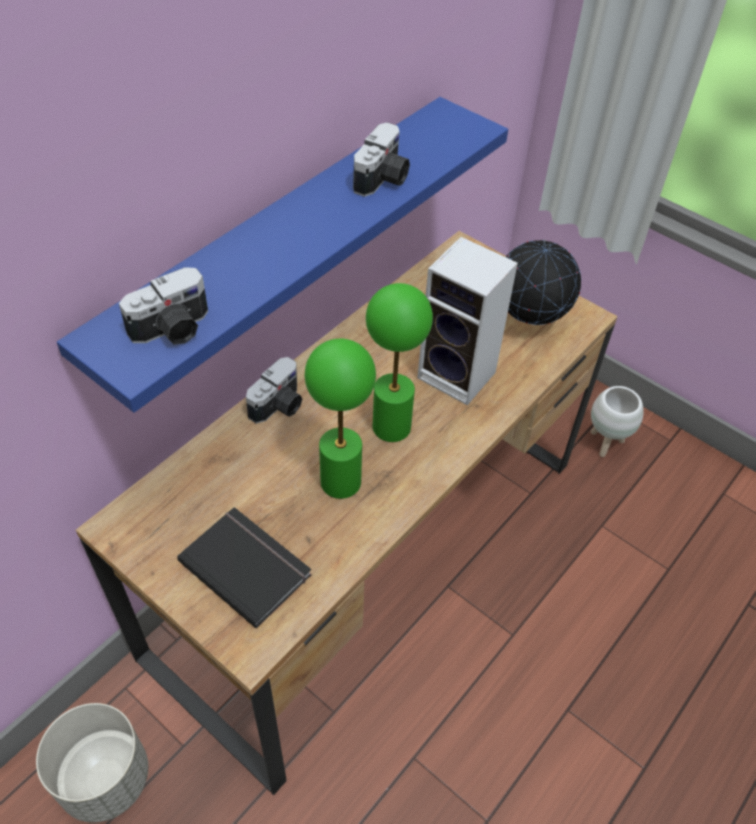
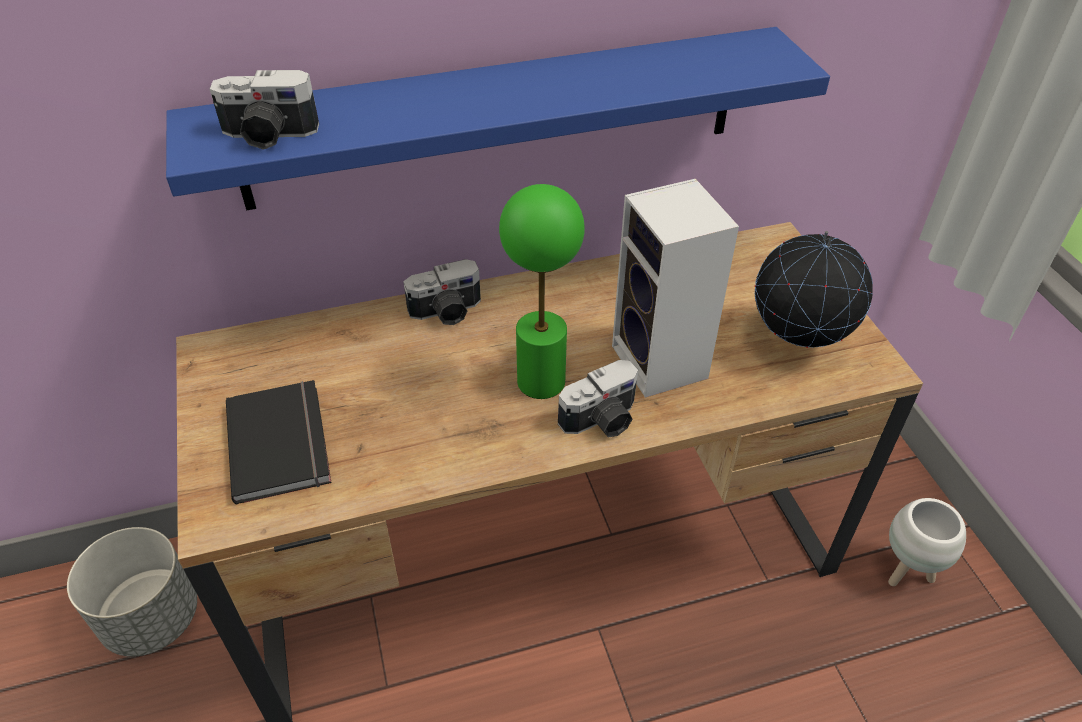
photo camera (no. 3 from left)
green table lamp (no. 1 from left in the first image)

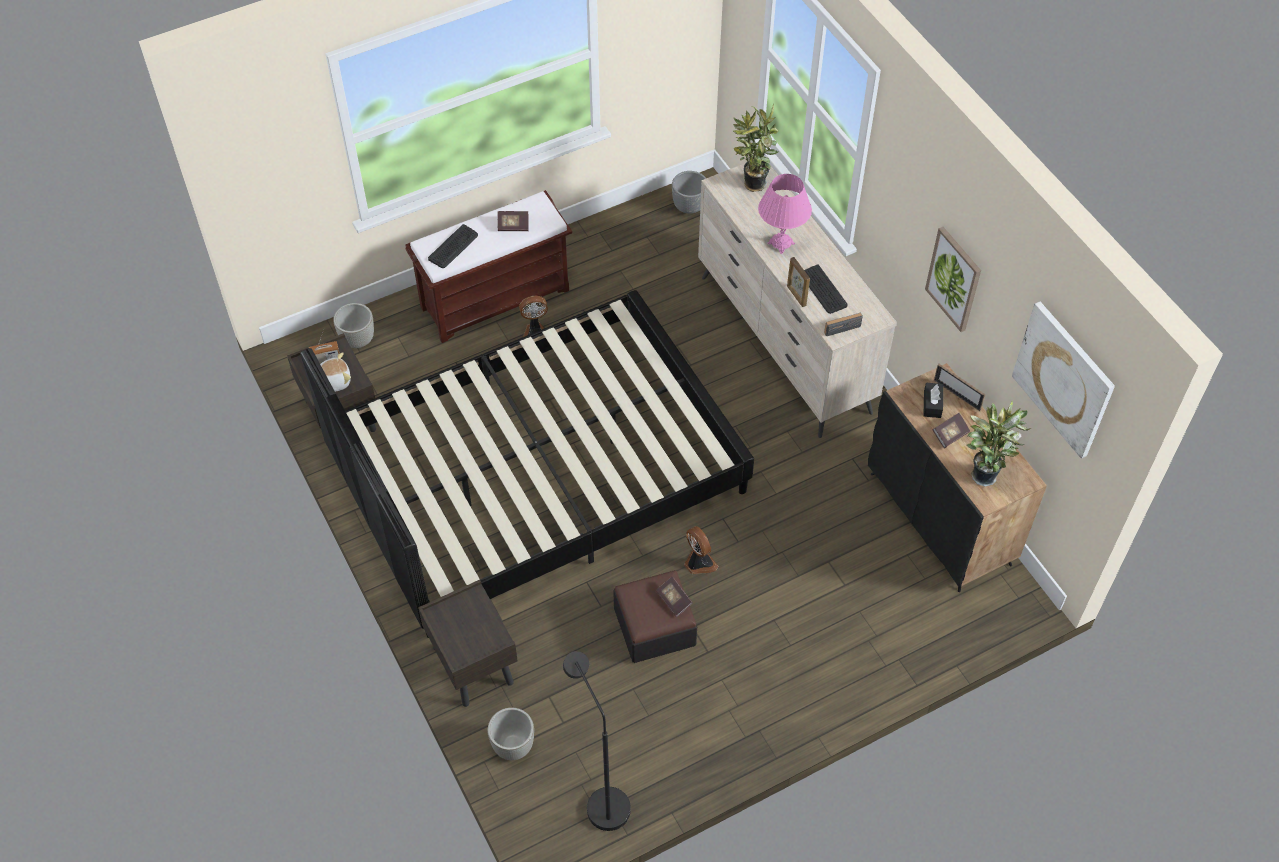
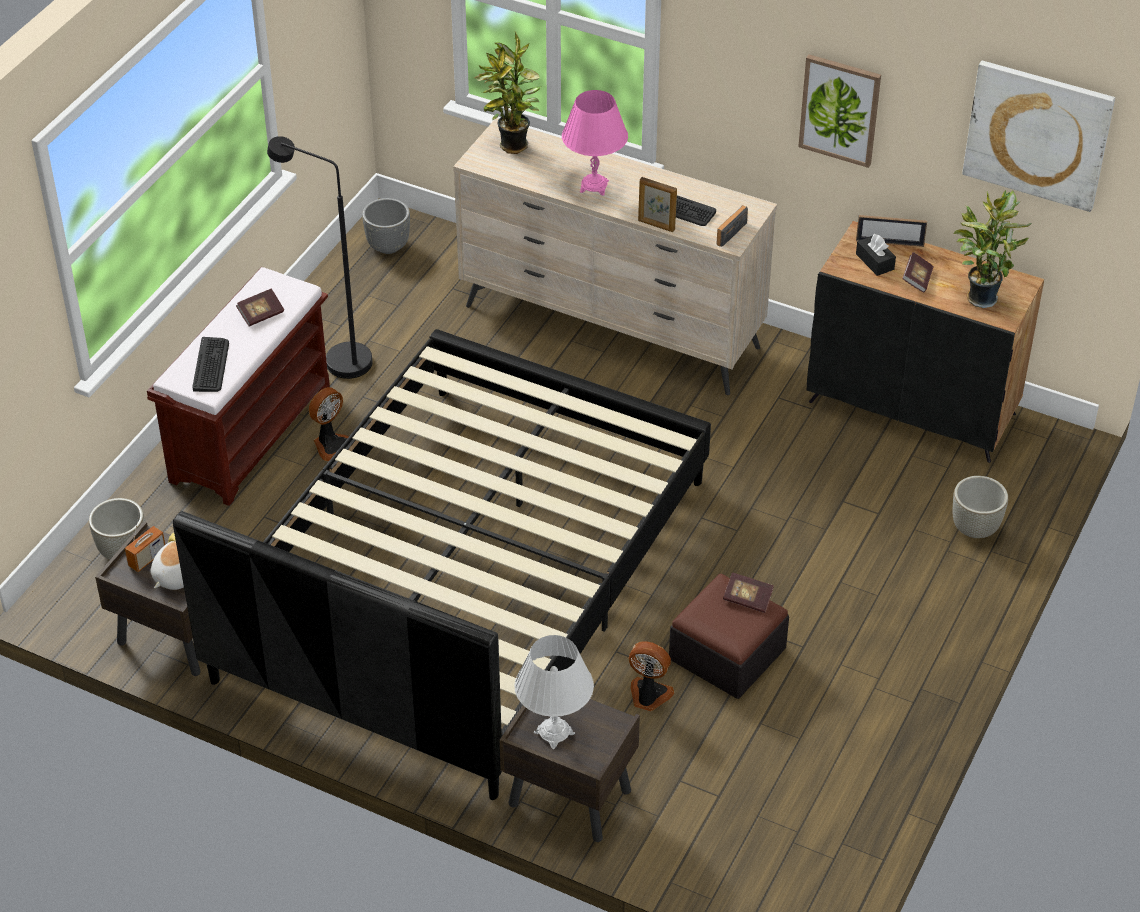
fan (no. 2 from left)
black floor lamp
grey planter (no. 3 from left)
white table lamp

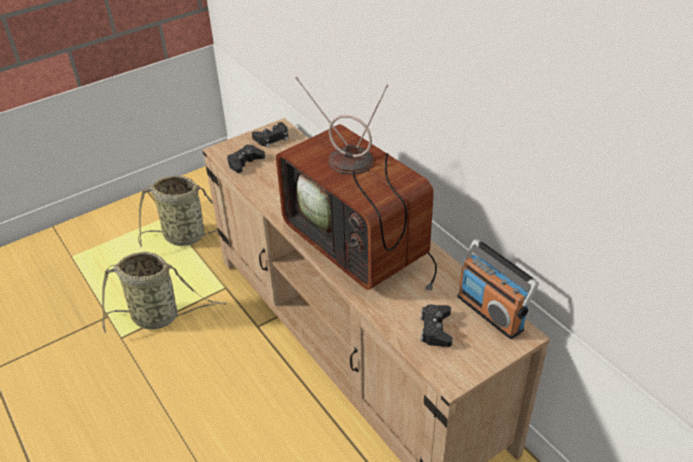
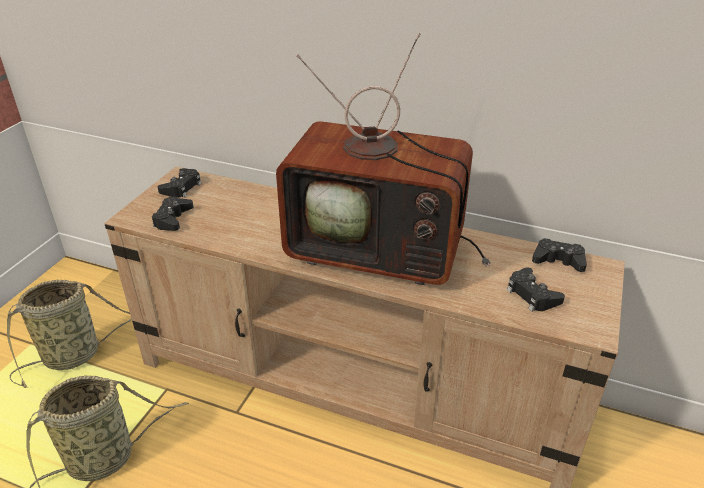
black game controller (no. 4 from left)

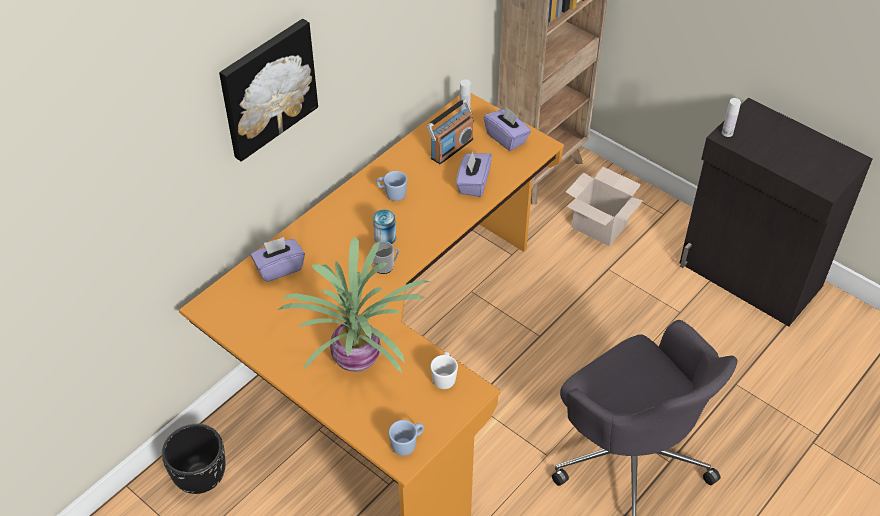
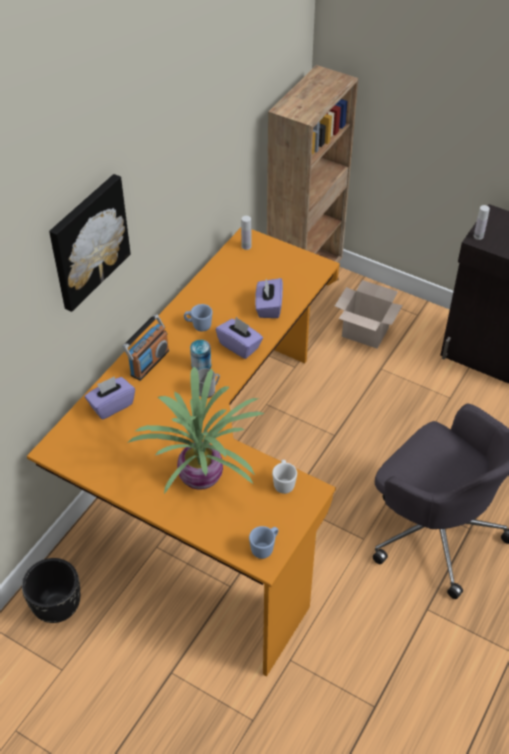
radio
purple tissue box (no. 2 from left)

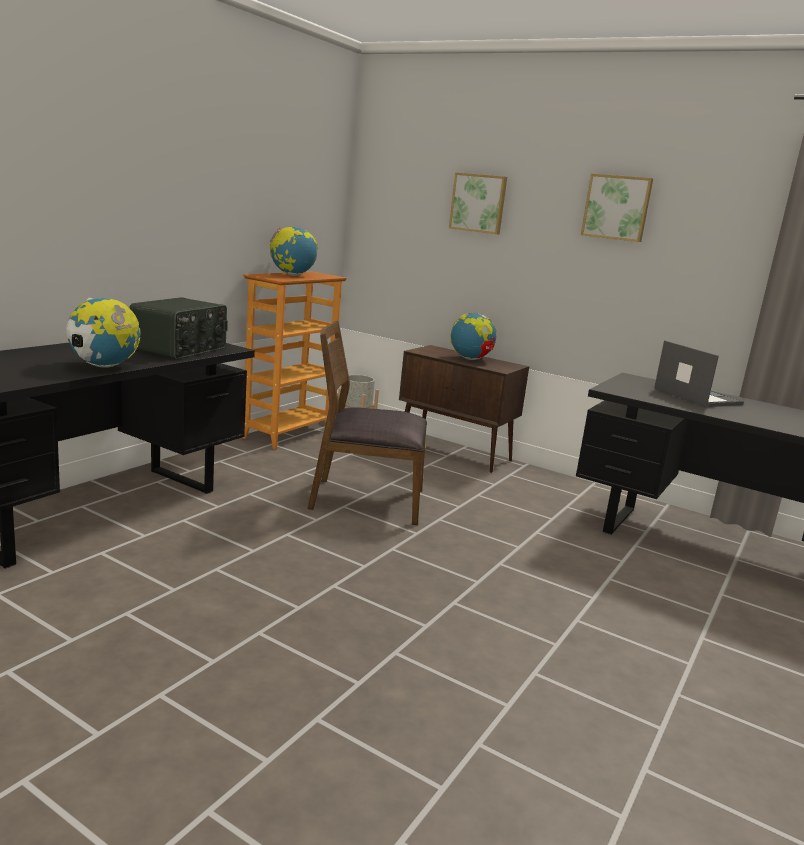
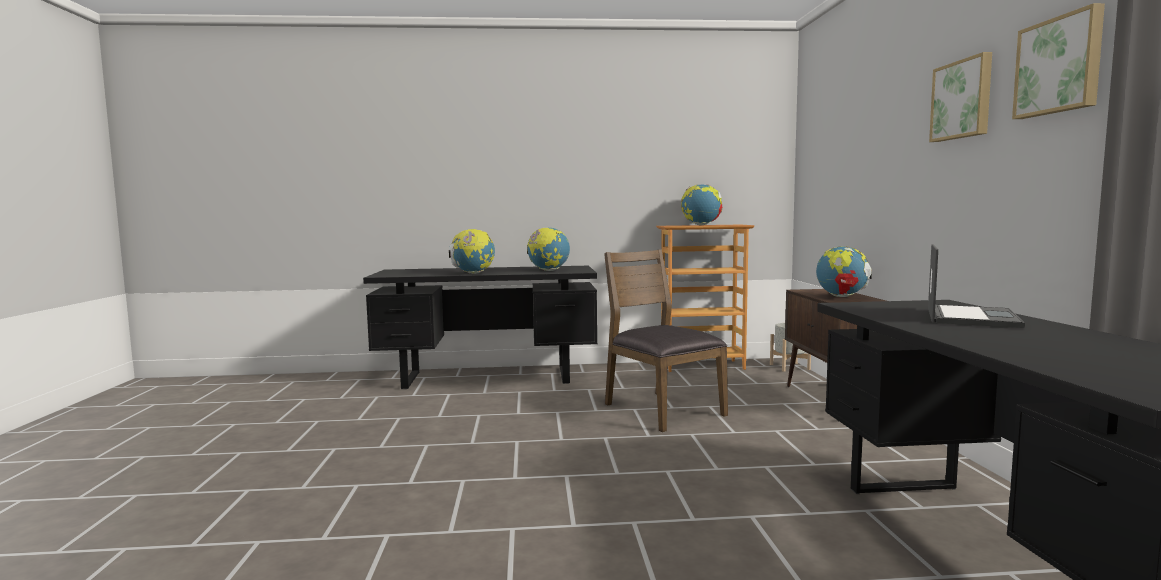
picture (no. 2 from left)
globe (no. 2 from left)

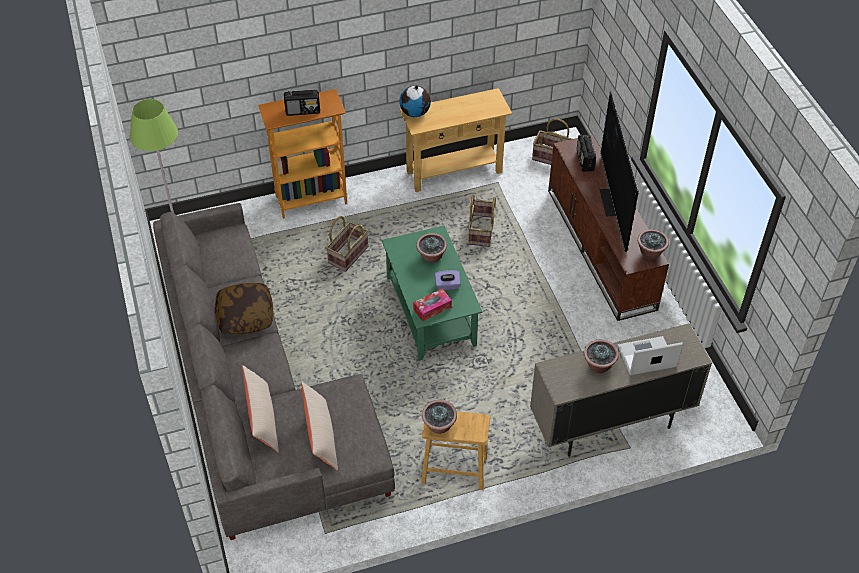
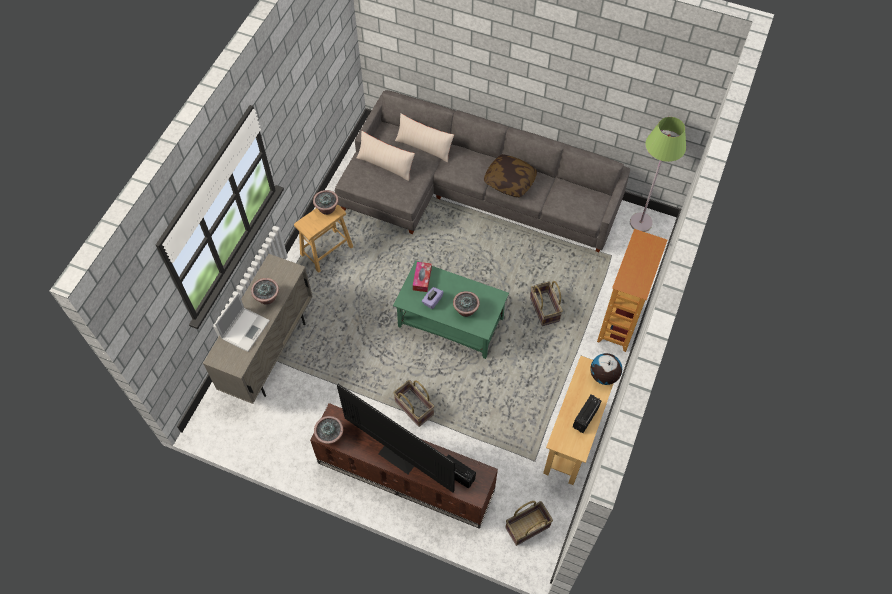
radio (no. 2 from left)
basket (no. 1 from left)

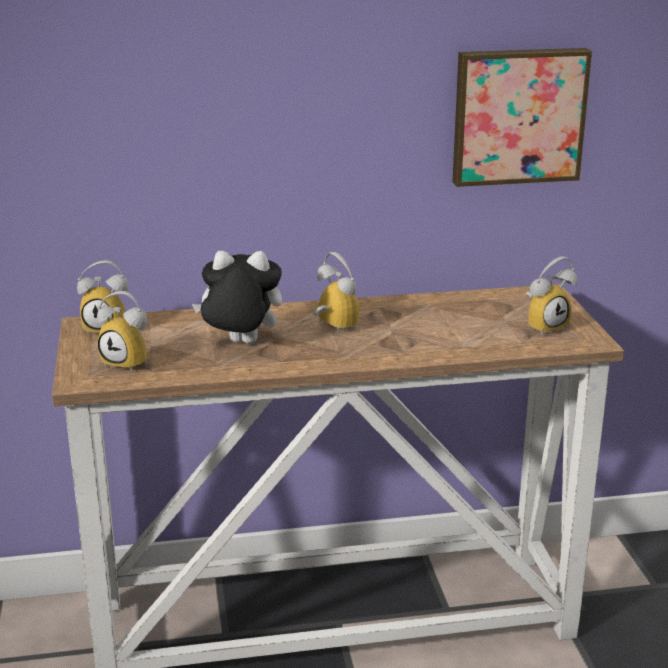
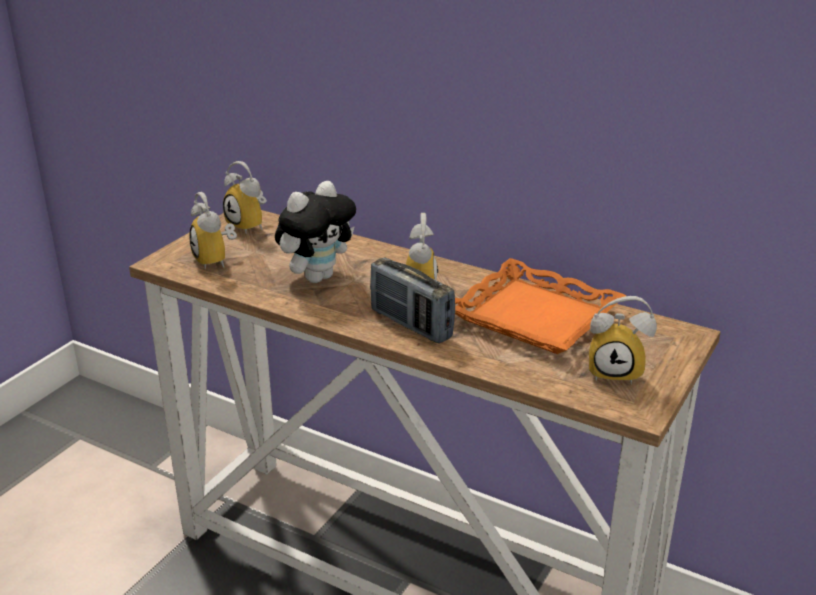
picture
plush toy
radio
orange tray

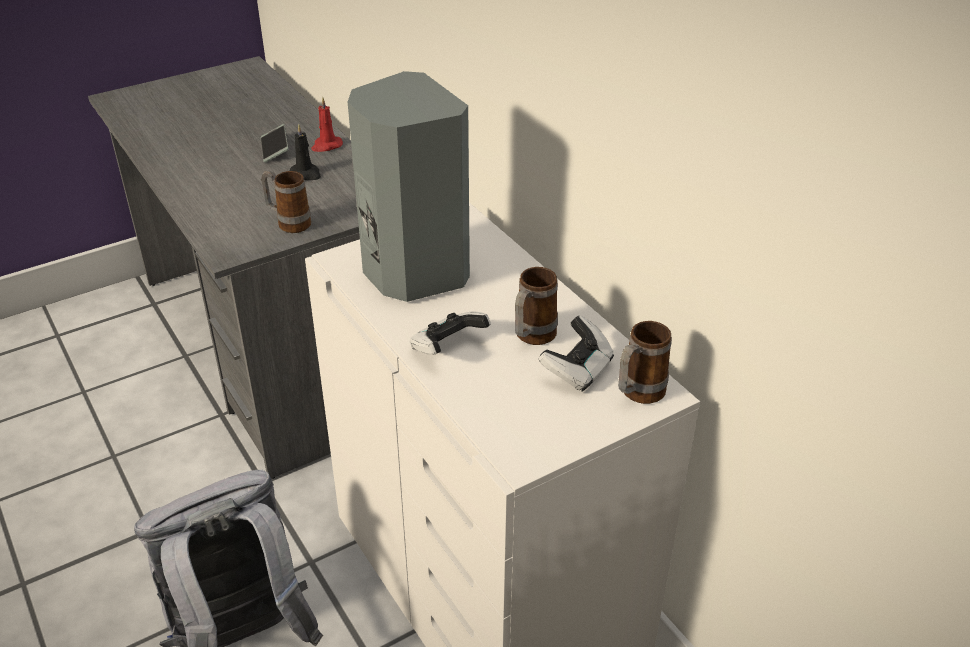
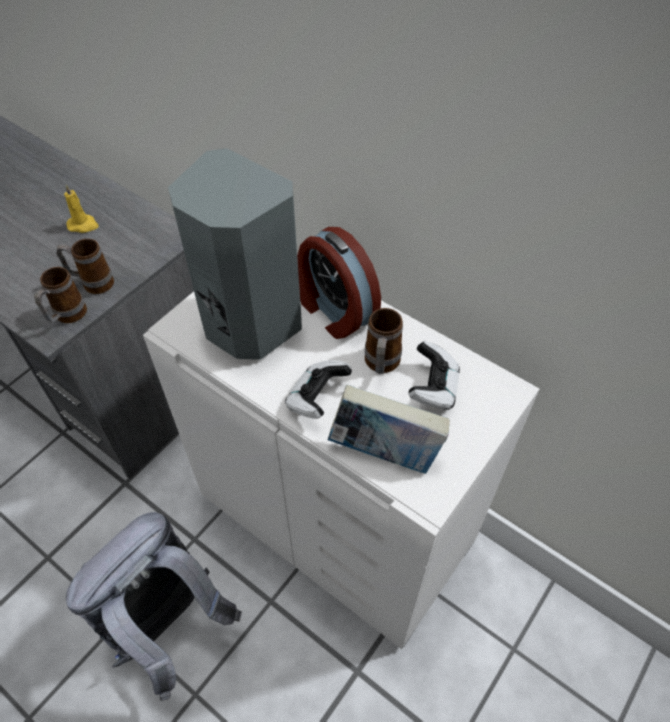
red candle
phone
yellow candle
mug (no. 1 from left)
alarm clock
book

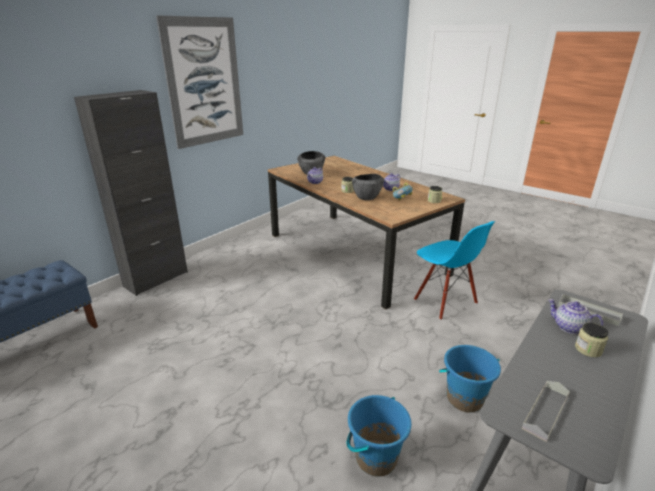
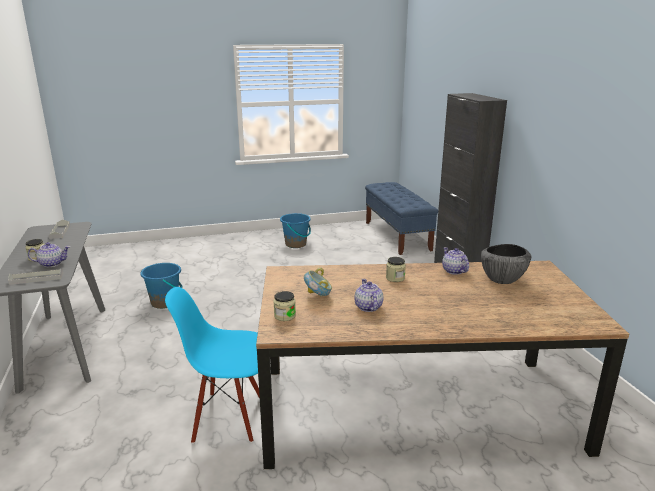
picture
bowl (no. 2 from left in the first image)
blue bucket (no. 2 from left)

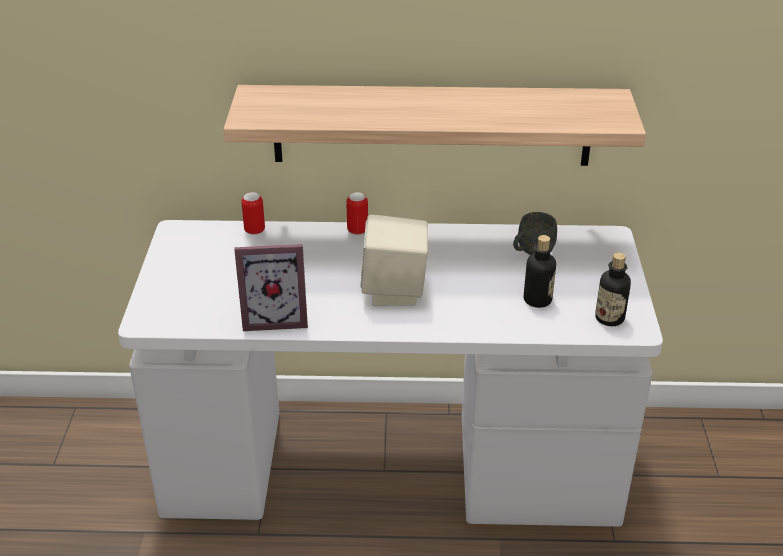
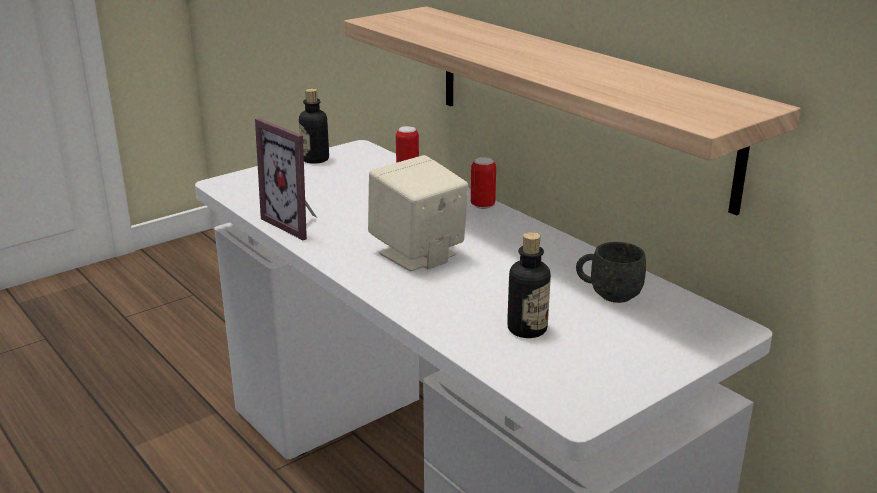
bottle (no. 1 from left)

